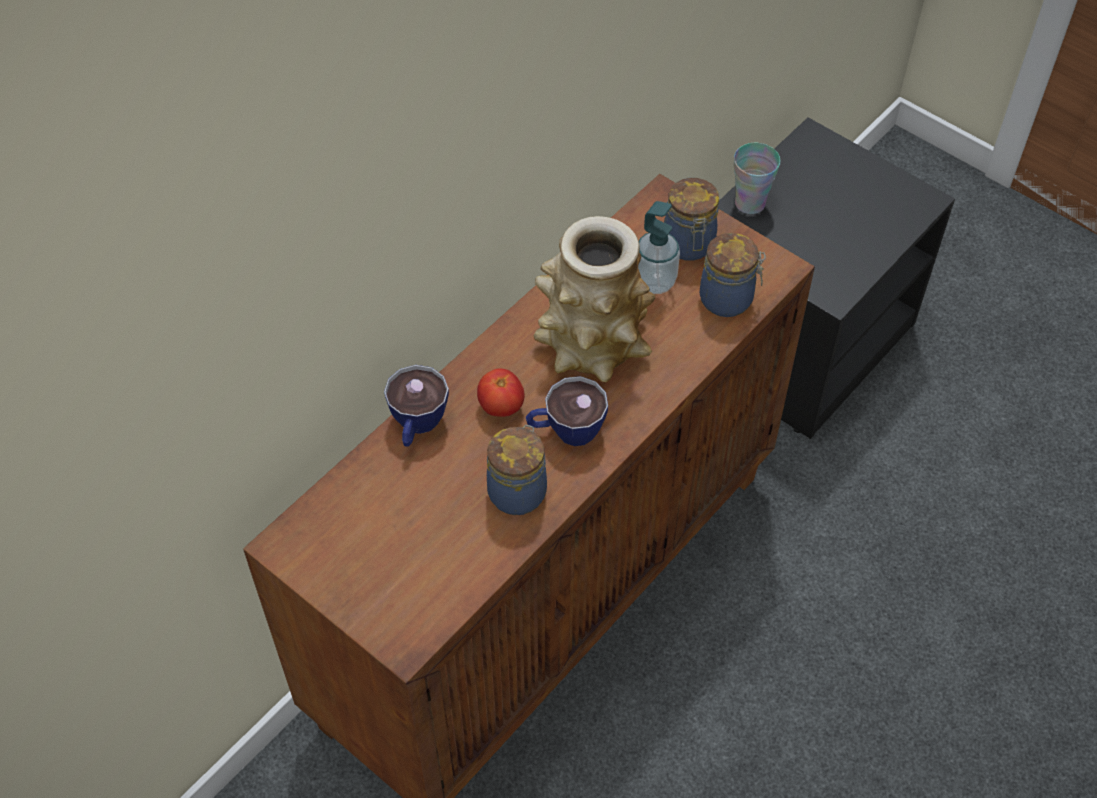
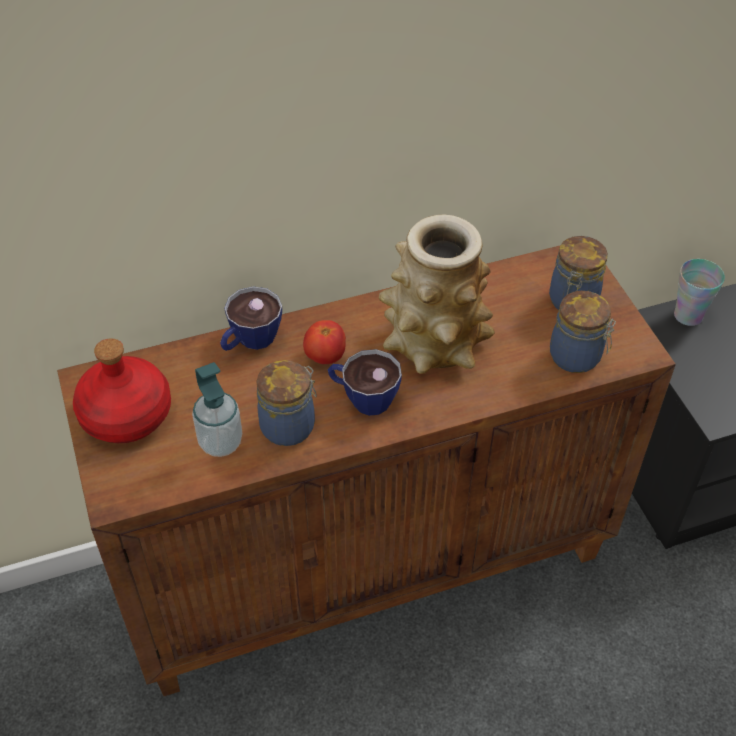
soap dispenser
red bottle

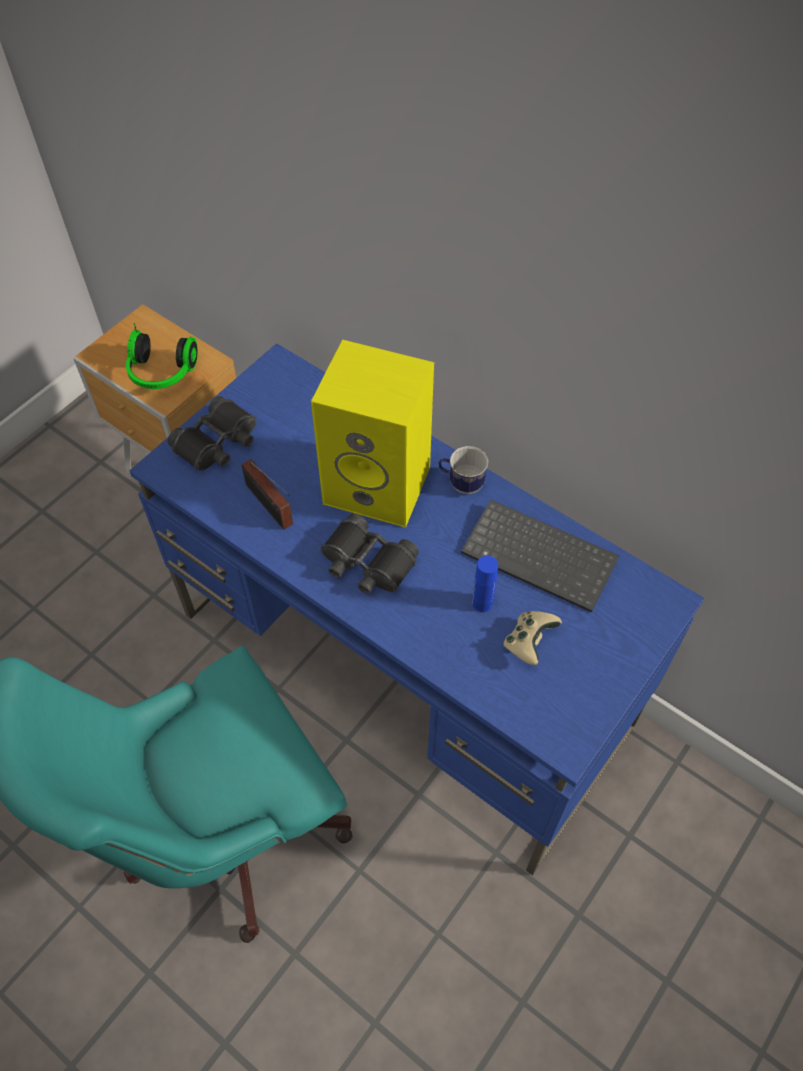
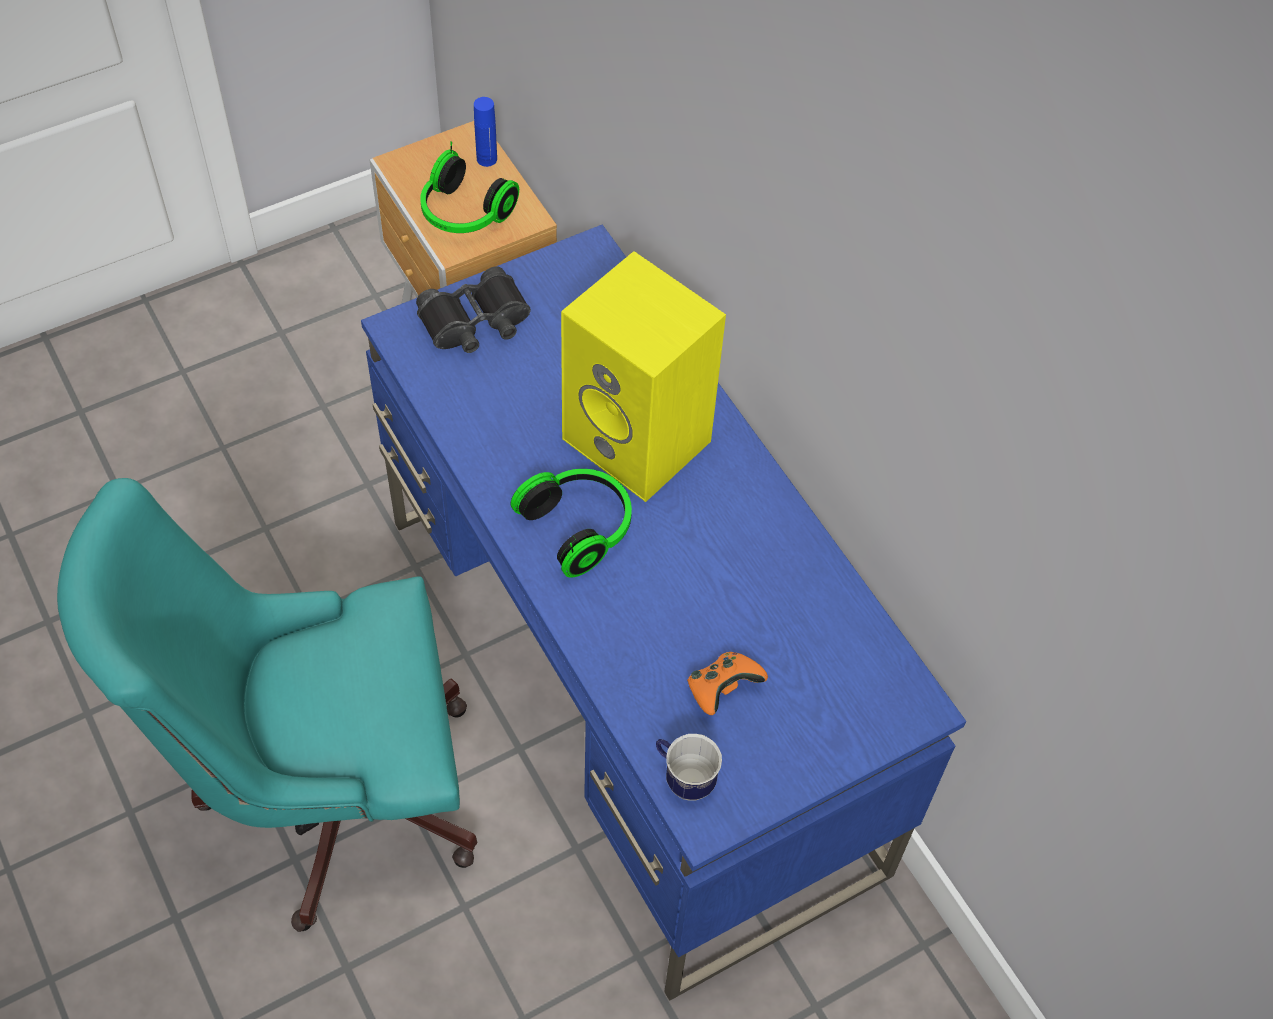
mug
radio
keyboard
headphones (no. 2 from left)
blue bottle
orange game controller

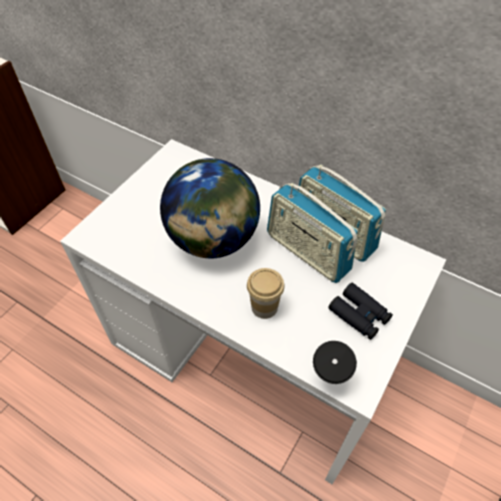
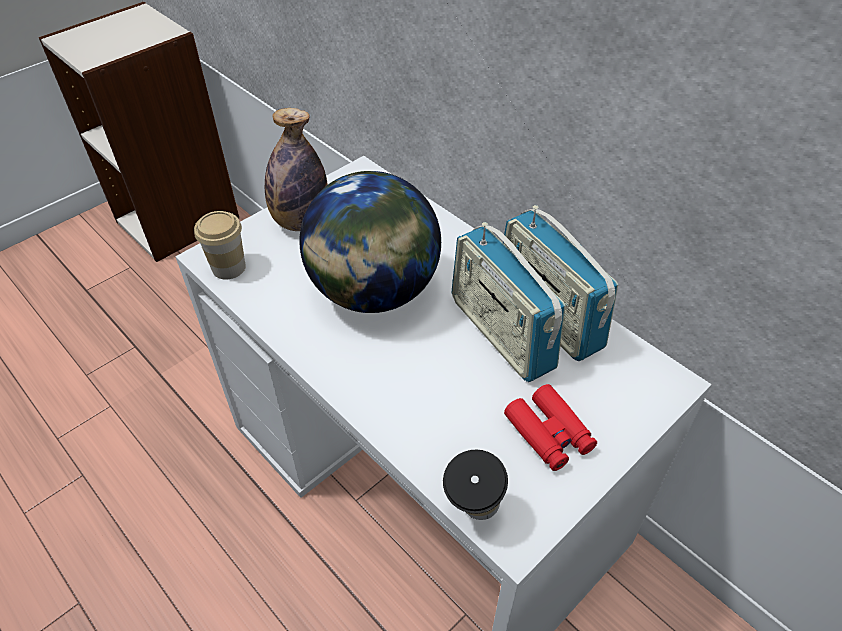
cup (no. 1 from left)
red binoculars
bottle

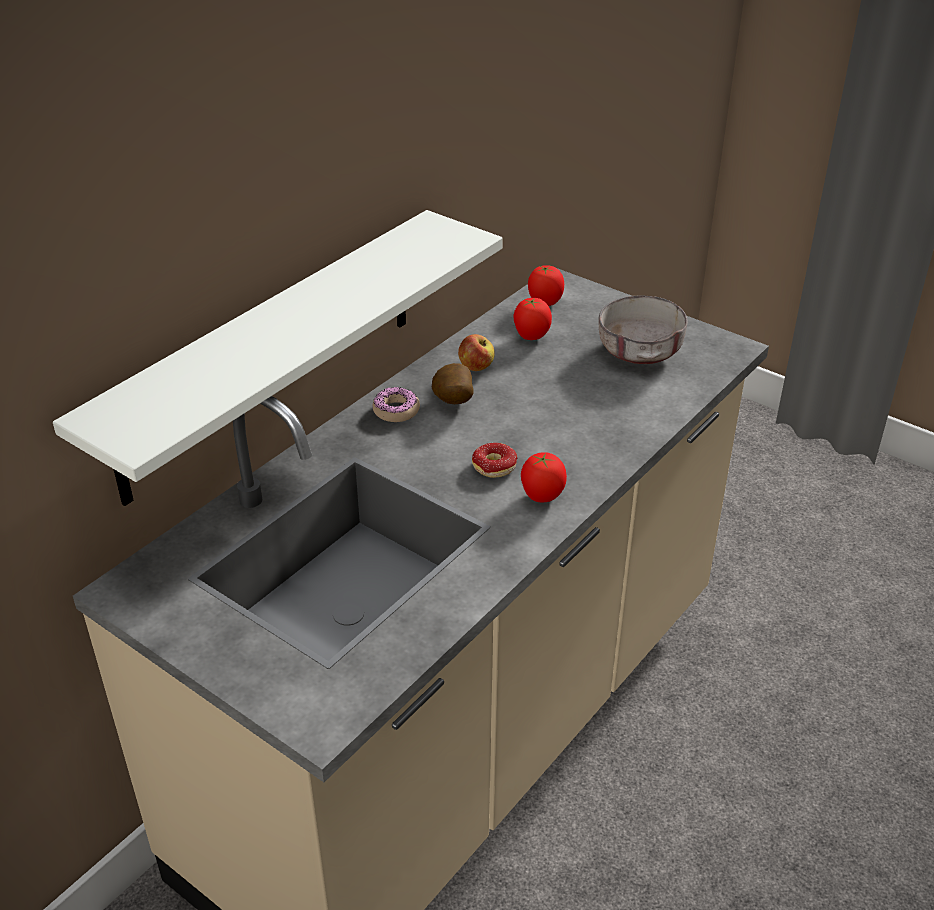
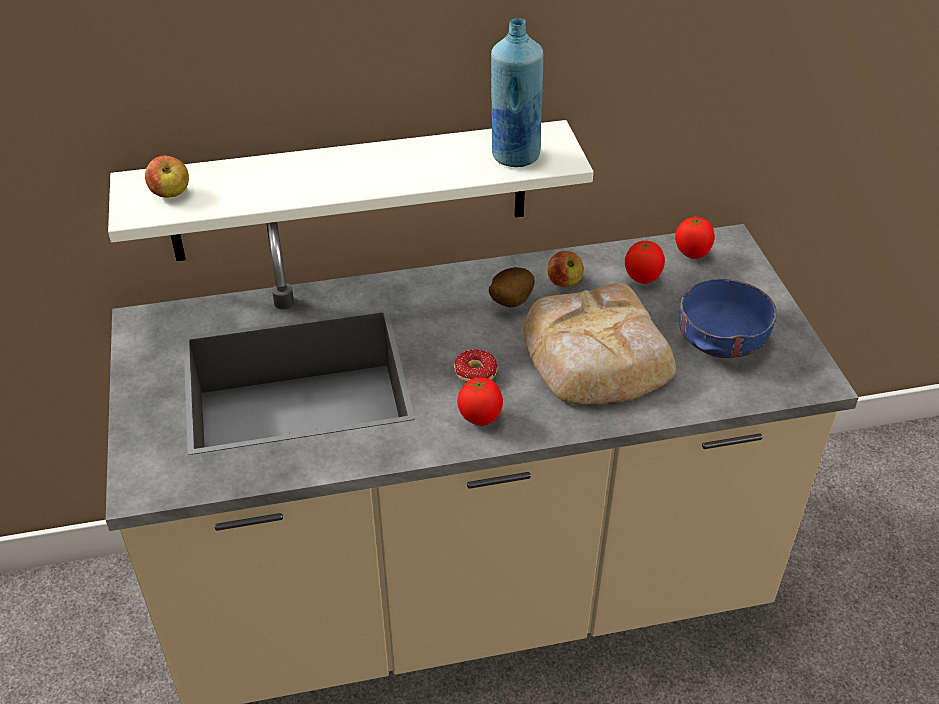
blue bowl
donut (no. 1 from left in the first image)
blue bottle
apple (no. 1 from left)
bread

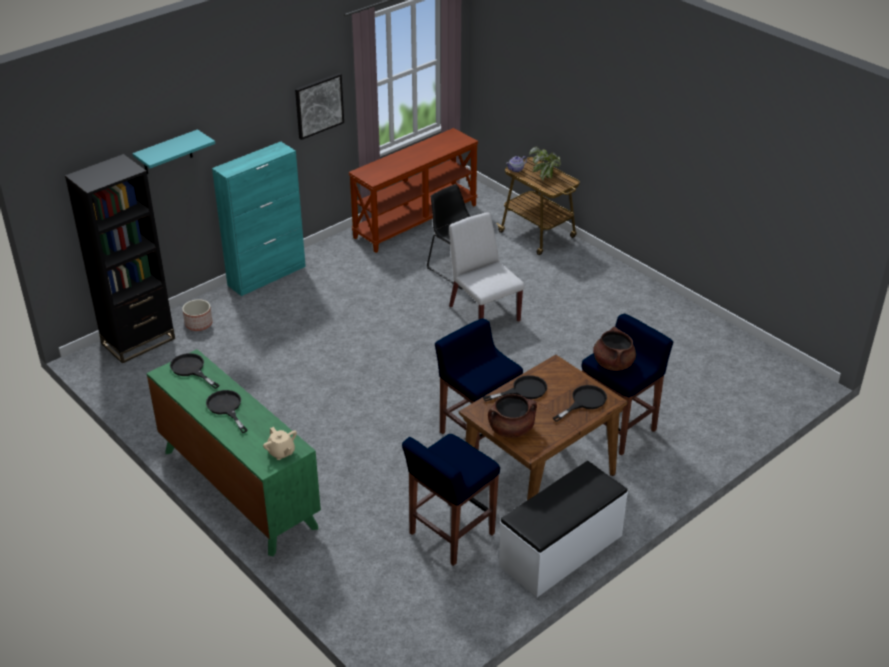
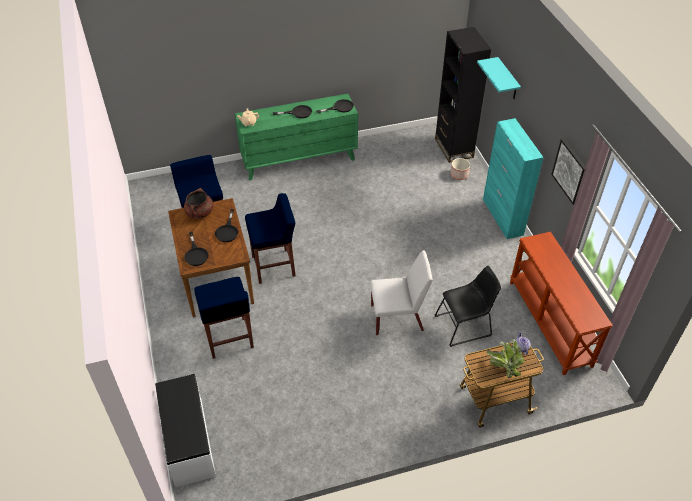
brown cooking pot (no. 2 from left in the first image)
white bench

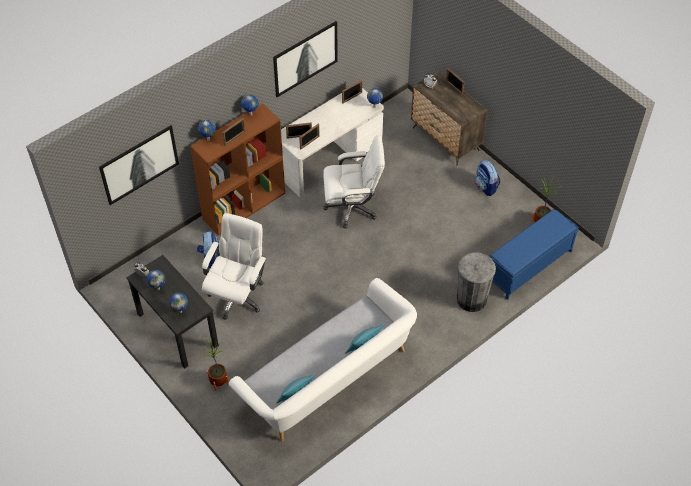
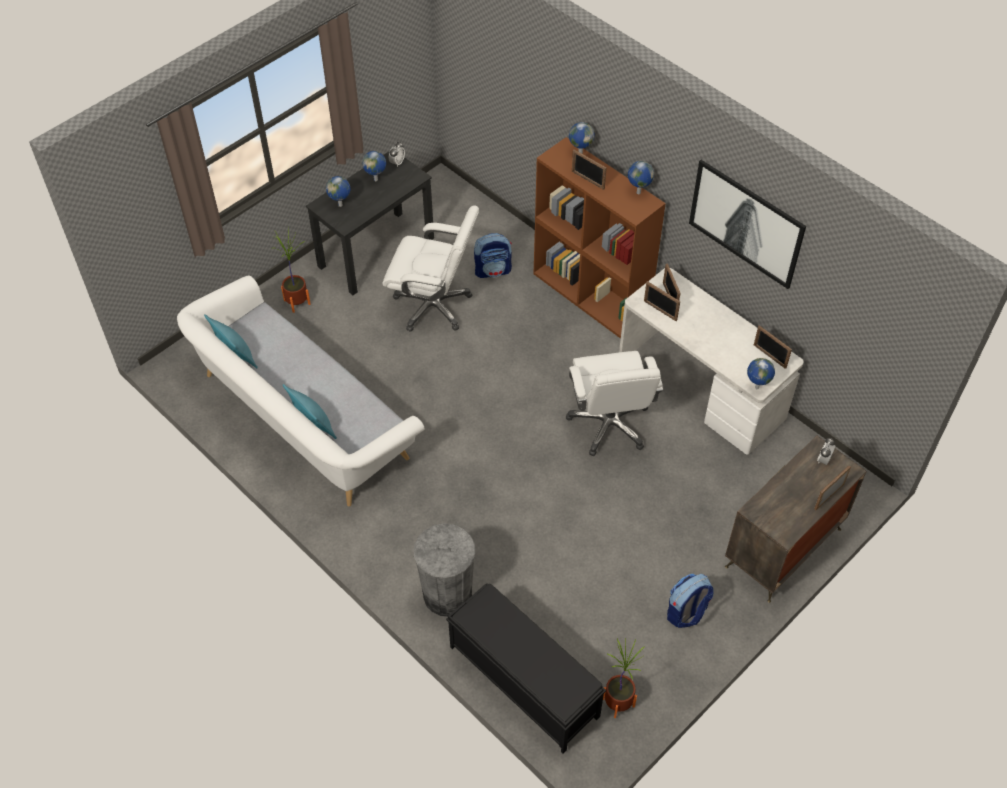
picture (no. 1 from left in the first image)
black bench

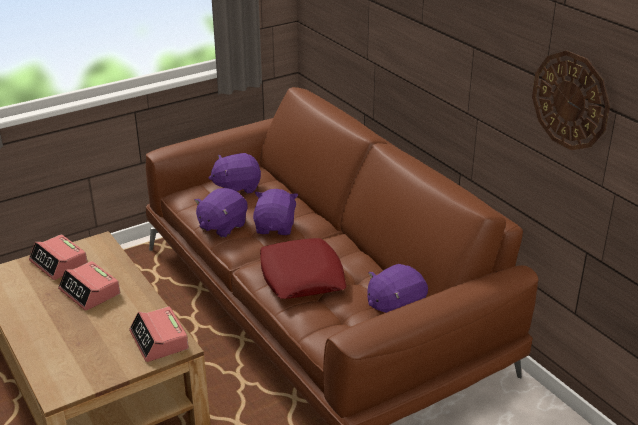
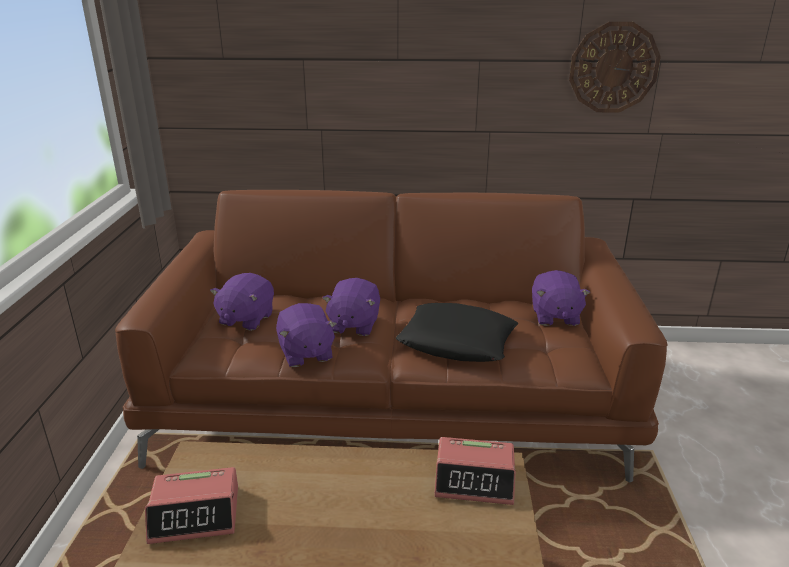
purple plush toy (no. 3 from left)
black pillow
alarm clock (no. 2 from left in the first image)

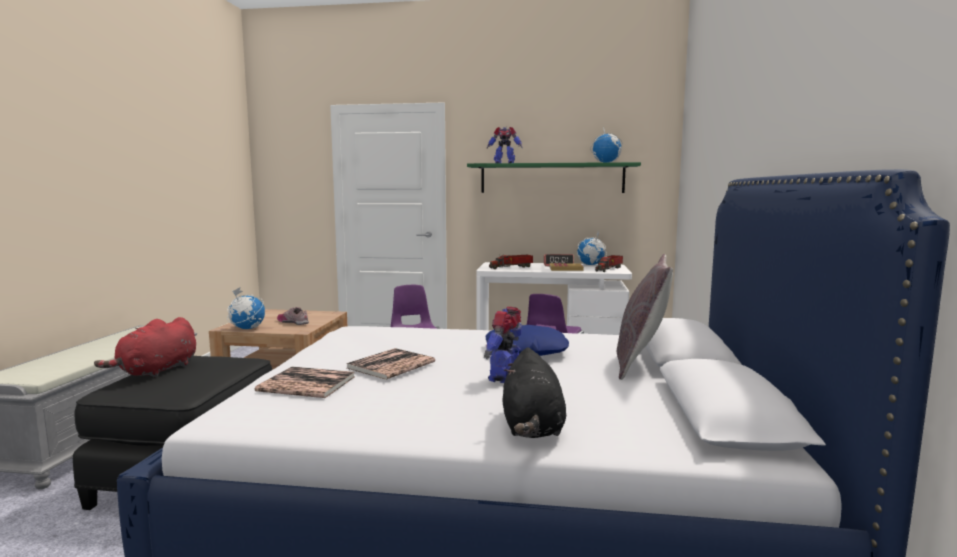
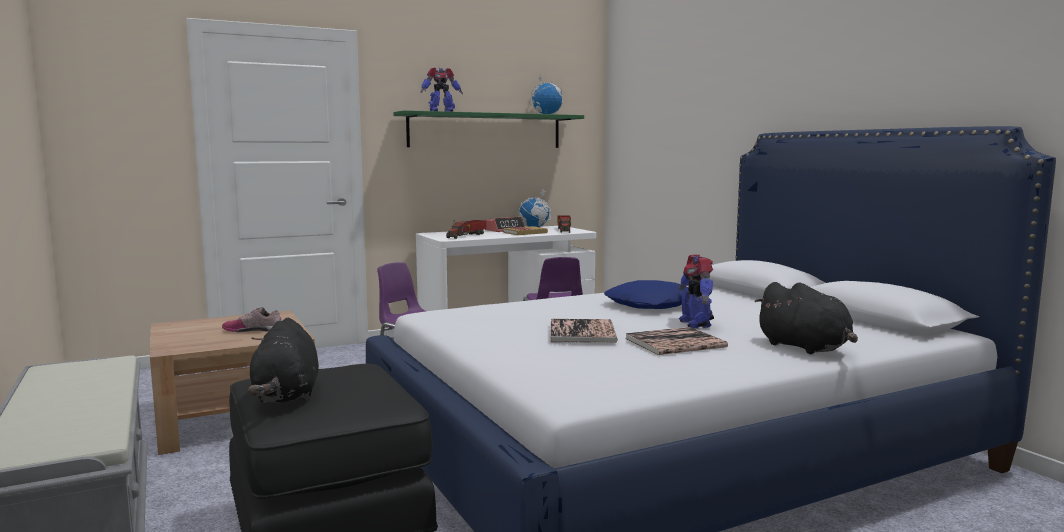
grey pillow
globe (no. 1 from left in the first image)
black plush toy (no. 1 from left)
book (no. 3 from left)

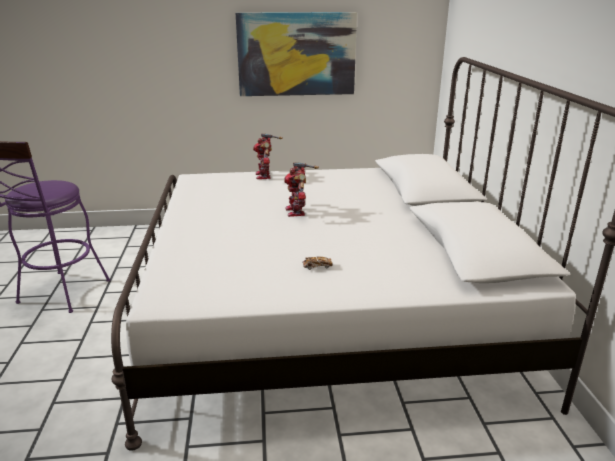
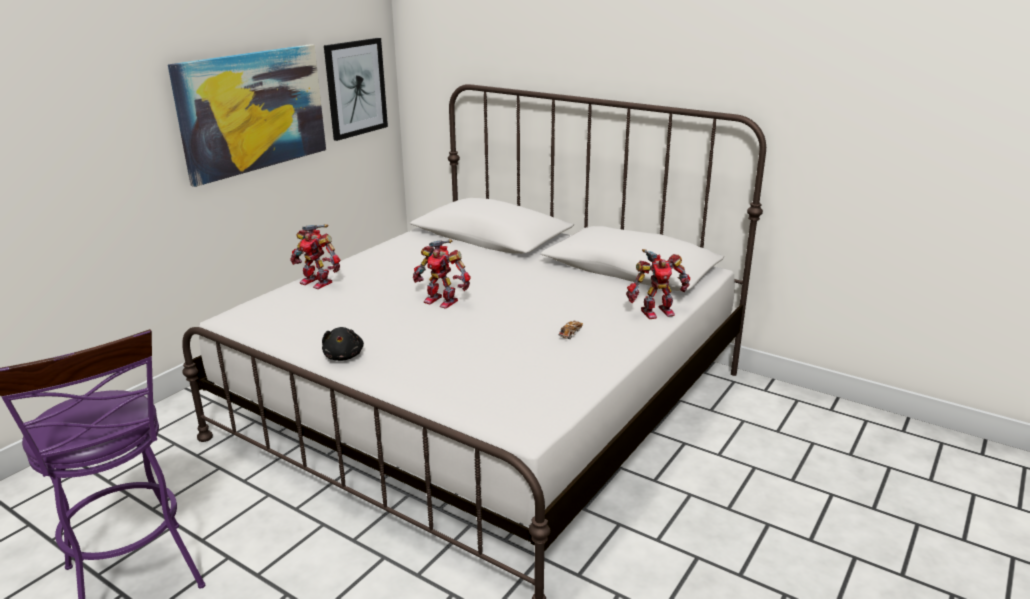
picture (no. 2 from left)
toy robot (no. 3 from left)
black plush toy

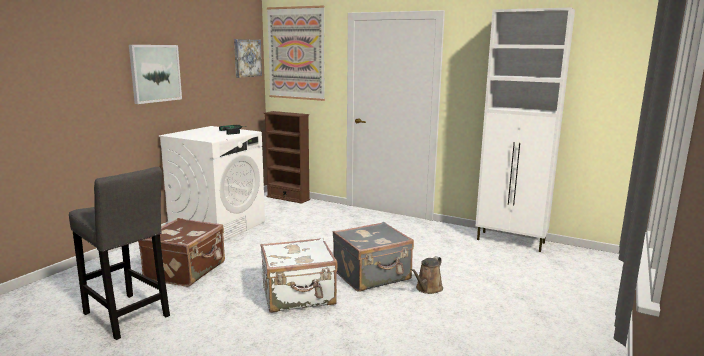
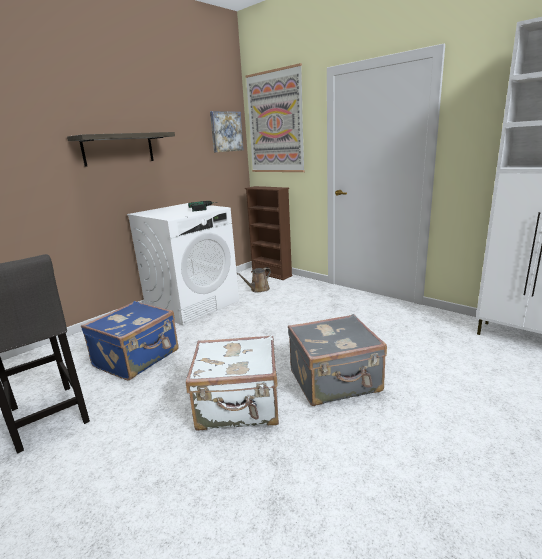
shelf
blue suitcase
brown watering can

